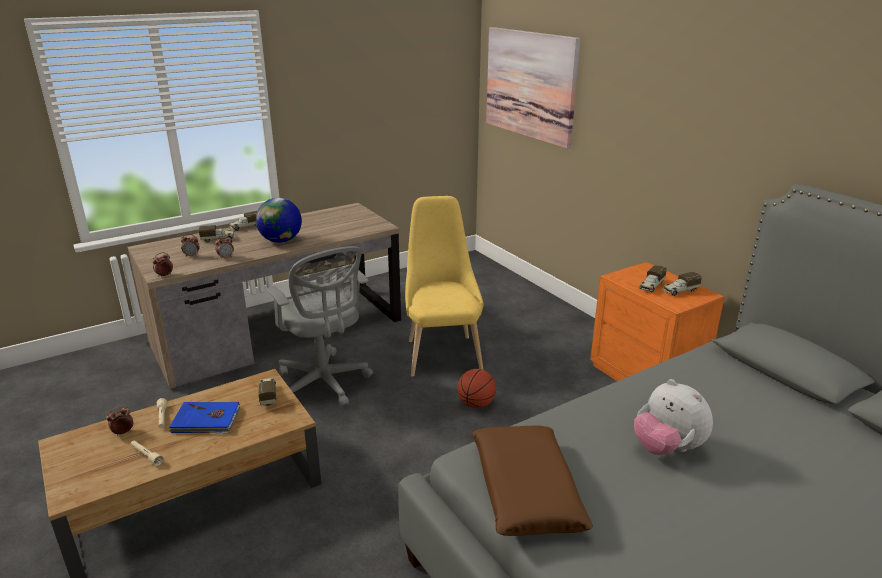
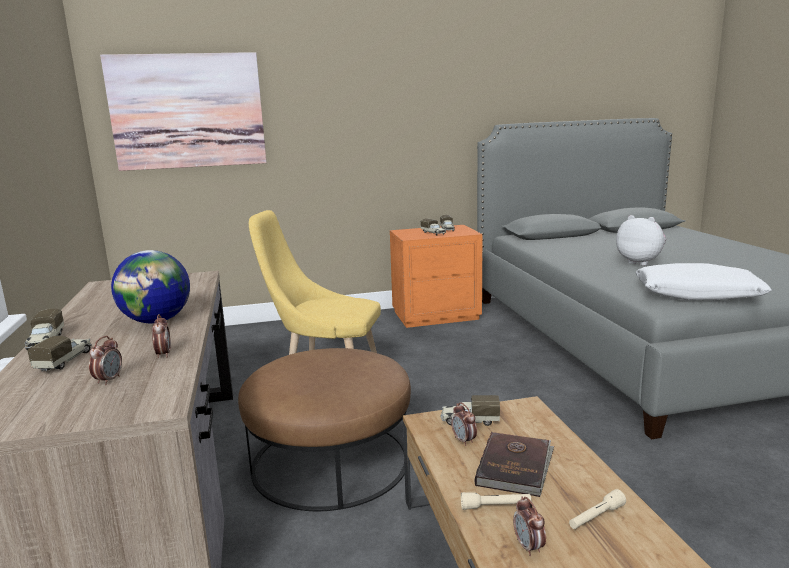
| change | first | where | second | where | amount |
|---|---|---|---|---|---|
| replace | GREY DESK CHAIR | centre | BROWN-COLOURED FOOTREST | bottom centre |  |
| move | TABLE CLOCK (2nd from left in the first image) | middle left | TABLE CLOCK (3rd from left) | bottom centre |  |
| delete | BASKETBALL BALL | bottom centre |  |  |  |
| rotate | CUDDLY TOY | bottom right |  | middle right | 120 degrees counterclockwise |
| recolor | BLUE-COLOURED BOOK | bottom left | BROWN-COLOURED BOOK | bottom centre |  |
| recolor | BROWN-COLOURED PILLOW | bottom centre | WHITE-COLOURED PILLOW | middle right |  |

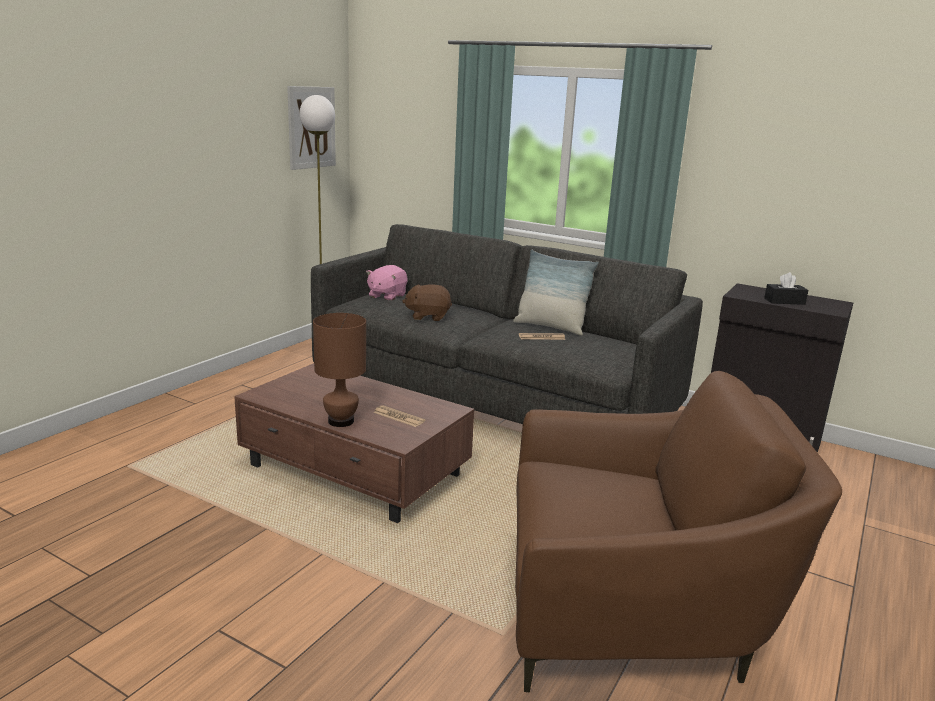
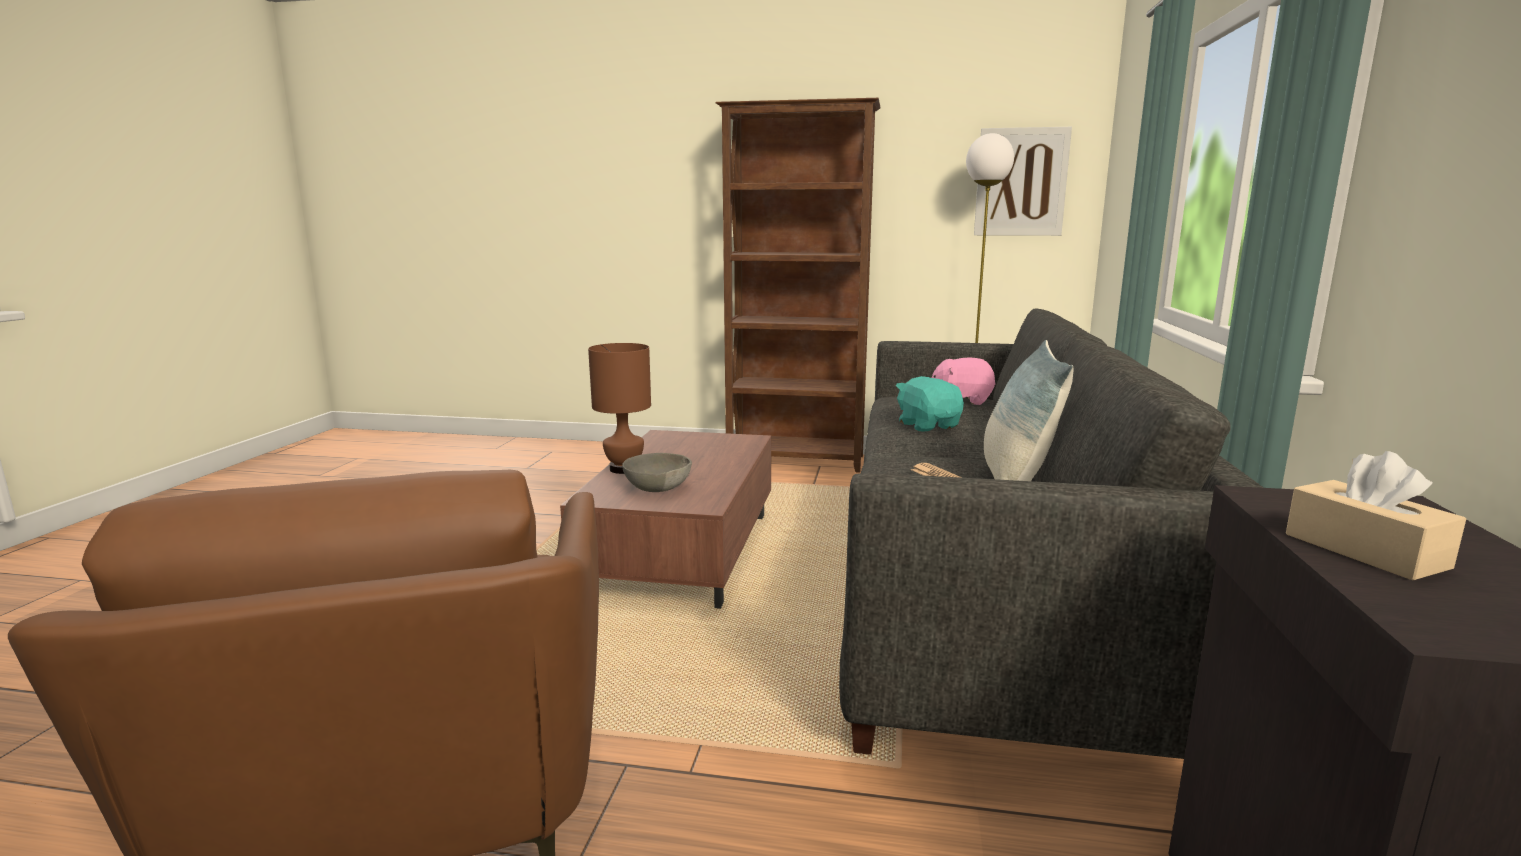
| change | first | where | second | where | amount |
|---|---|---|---|---|---|
| recolor | BLACK-COLOURED TISSUE BOX | middle right | SAND-COLOURED TISSUE BOX | middle right |  |
| recolor | BROWN-COLOURED CUDDLY TOY | centre | TURQUOISE CUDDLY TOY | centre |  |
| replace | DAILY PAPER (1st from left) | centre | GREY DEEP DISH | centre |  |
| insert |  |  | BROWN-COLOURED BOOKCASE | top centre |  |

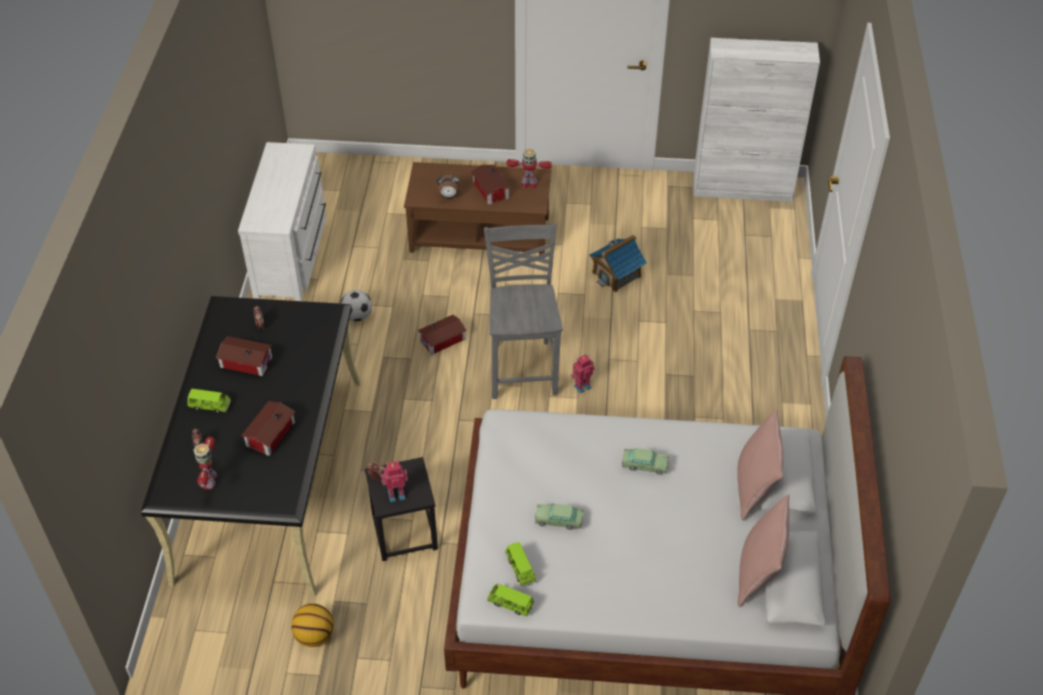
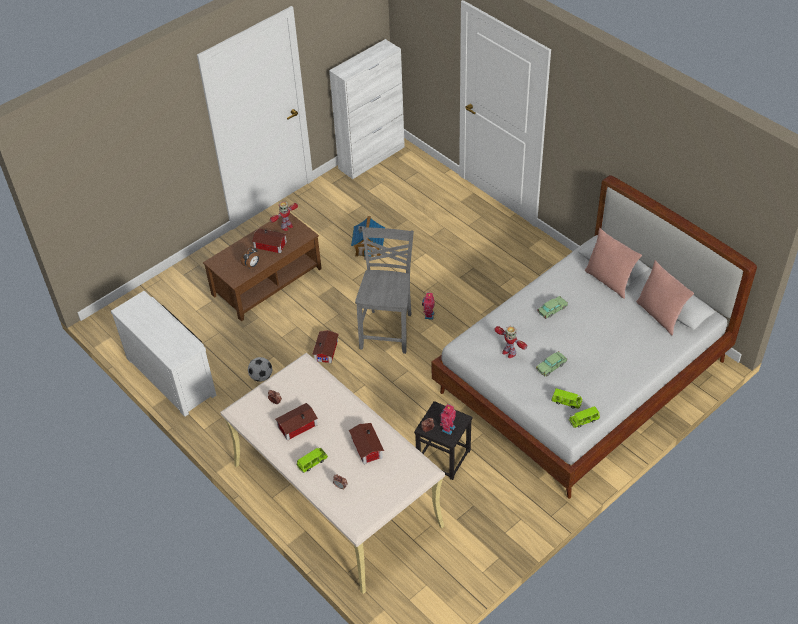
| change | first | where | second | where | amount |
|---|---|---|---|---|---|
| rotate | GREY PLAIN CHAIR | centre |  | centre | 60 degrees clockwise |
| recolor | BLACK-COLOURED DESK | middle left | SAND-COLOURED DESK | bottom centre |  |
| move | ROBOT FIGURE (1st from left in the first image) | middle left | ROBOT FIGURE (4th from left) | centre |  |
| delete | BASKETBALL BALL | bottom left |  |  |  |

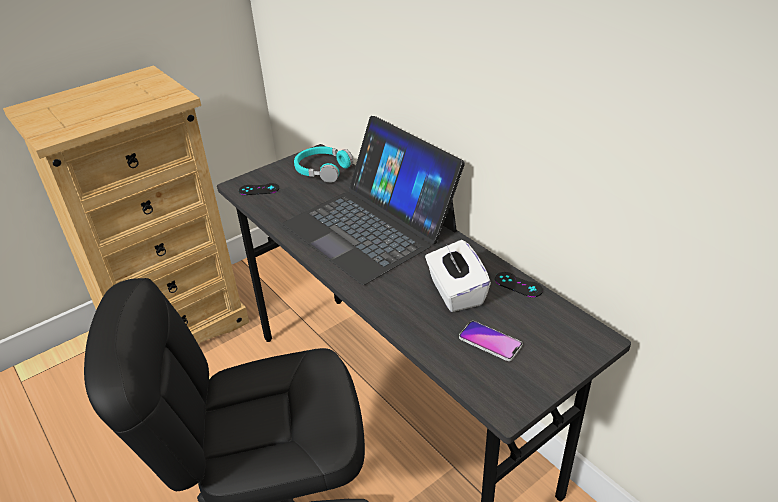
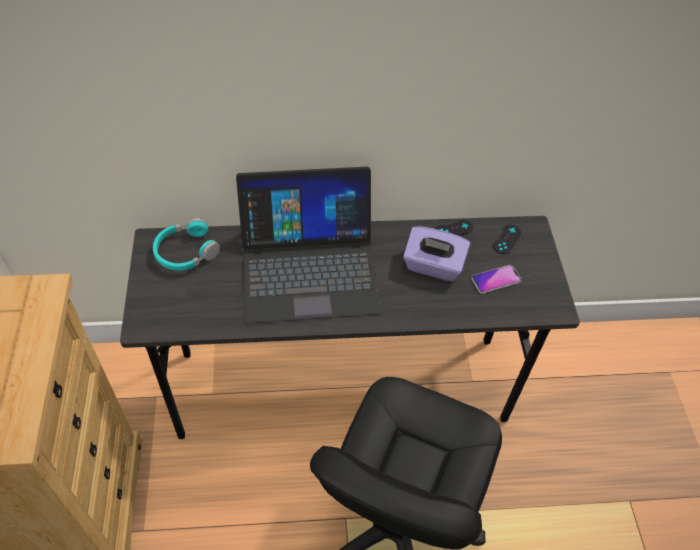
| change | first | where | second | where | amount |
|---|---|---|---|---|---|
| move | BLACK-COLOURED JOYPAD (1st from left in the first image) | middle left | BLACK-COLOURED JOYPAD (2nd from left) | middle right |  |
| recolor | WHITE-COLOURED TISSUE BOX | centre | PURPLISH TISSUE BOX | centre |  |

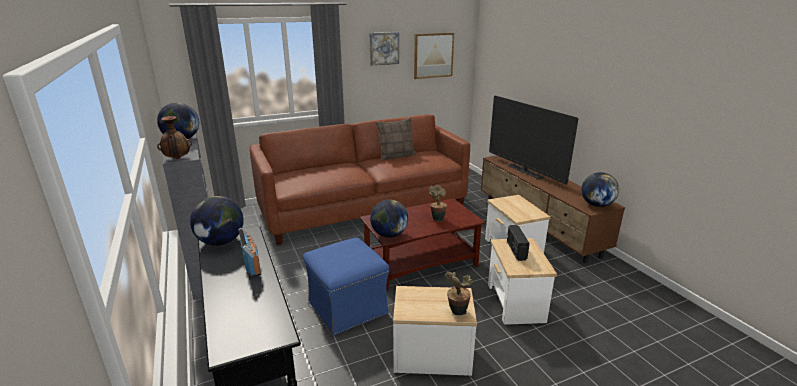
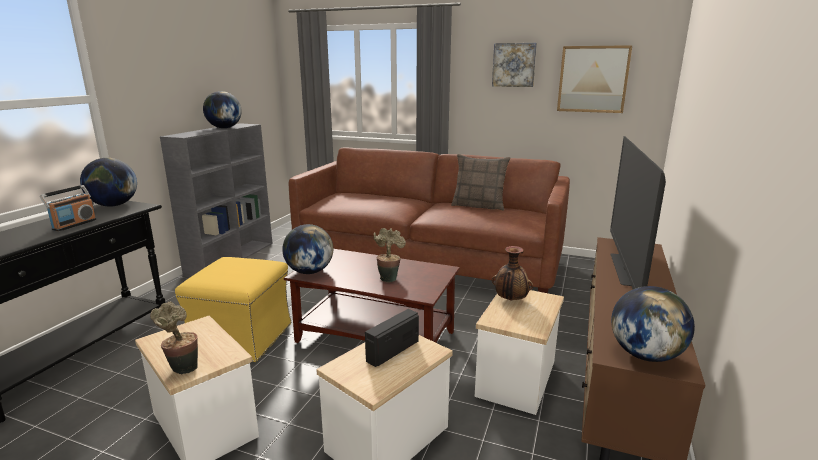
| change | first | where | second | where | amount |
|---|---|---|---|---|---|
| move | VASE | middle left |  | centre |  |
| recolor | BLUE-COLOURED FOOTREST | bottom centre | YELLOW-COLOURED FOOTREST | bottom left |  |

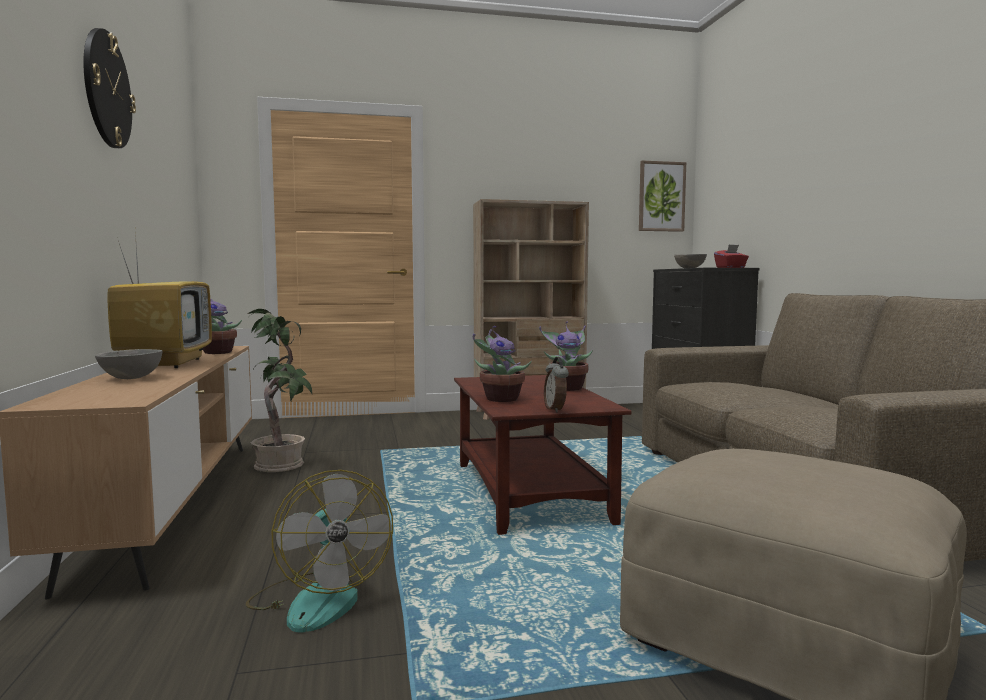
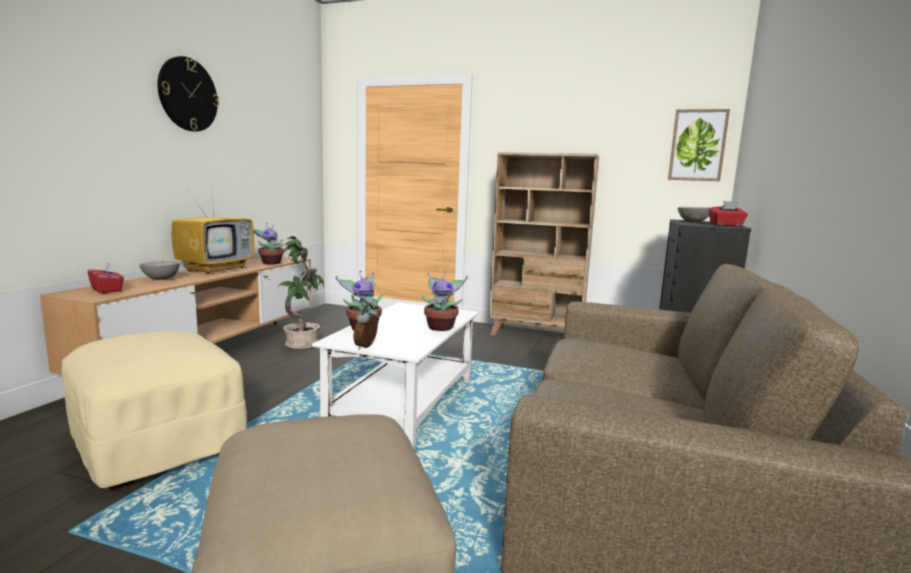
| change | first | where | second | where | amount |
|---|---|---|---|---|---|
| recolor | BROWN-COLOURED LOW TABLE | centre | WHITE-COLOURED LOW TABLE | centre |  |
| replace | FAN | bottom left | SAND-COLOURED FOOTREST (1st from left) | bottom left |  |
| insert |  |  | REDDISH TISSUE BOX (1st from left) | middle left |  |

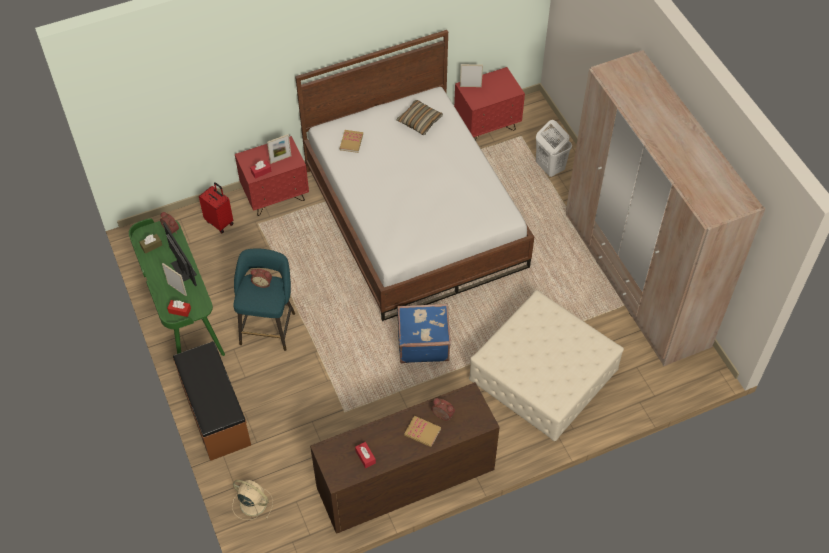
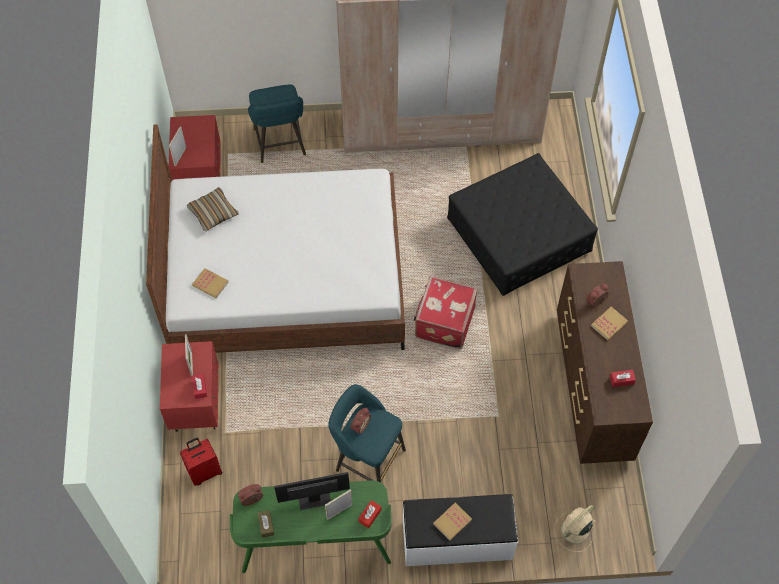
| change | first | where | second | where | amount |
|---|---|---|---|---|---|
| replace | WHITE-COLOURED HAMPER | top right | TURQUOISE STOOL (1st from left) | top centre |  |
| recolor | SAND-COLOURED FOOTREST | centre | BLACK-COLOURED FOOTREST | middle right |  |
| recolor | BLUE-COLOURED TRAVEL CASE | centre | REDDISH TRAVEL CASE (2nd from left) | centre |  |
| recolor | BROWN-COLOURED LONG SEAT | bottom left | WHITE-COLOURED LONG SEAT | bottom centre |  |
| insert |  |  | BOOK (2nd from left) | bottom centre |  |

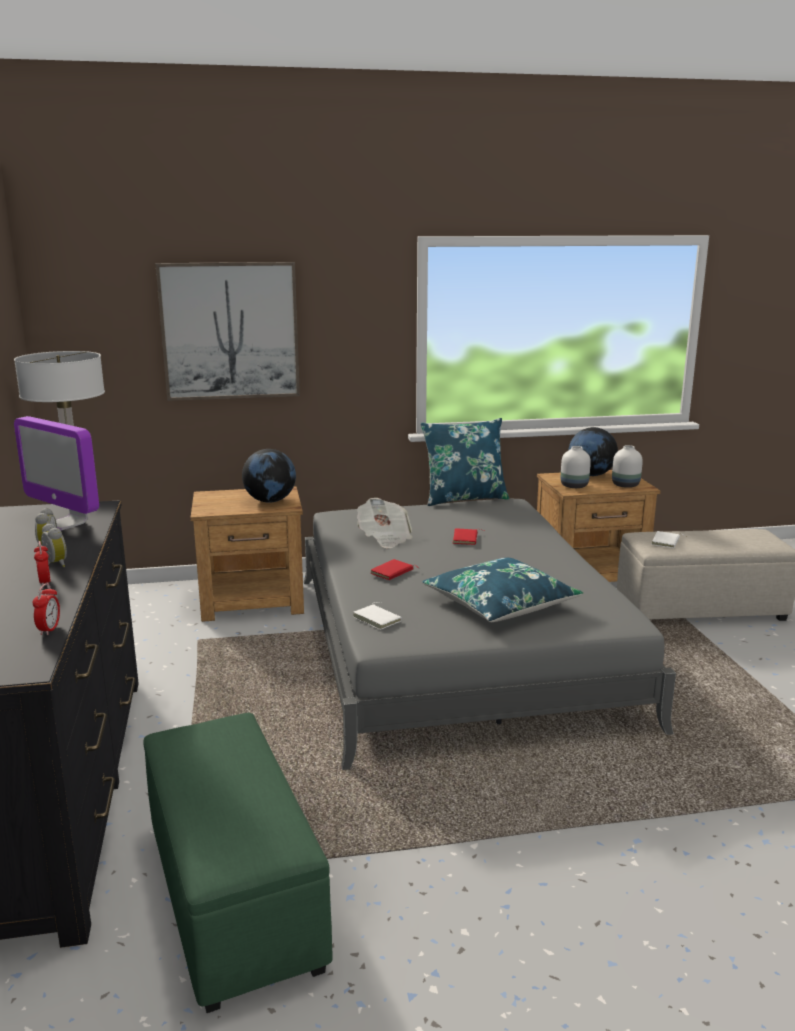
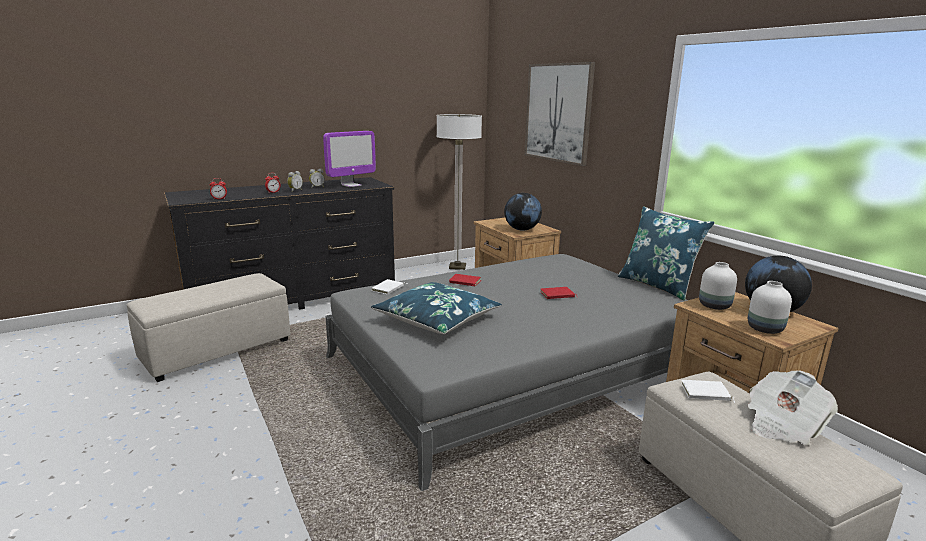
| change | first | where | second | where | amount |
|---|---|---|---|---|---|
| rotate | COMPUTER DISPLAY | middle left |  | top centre | 150 degrees counterclockwise |
| move | DAILY PAPER | centre |  | bottom right |  |
| recolor | GREENISH FOOTREST | bottom left | SAND-COLOURED FOOTREST (1st from left) | middle left |  |

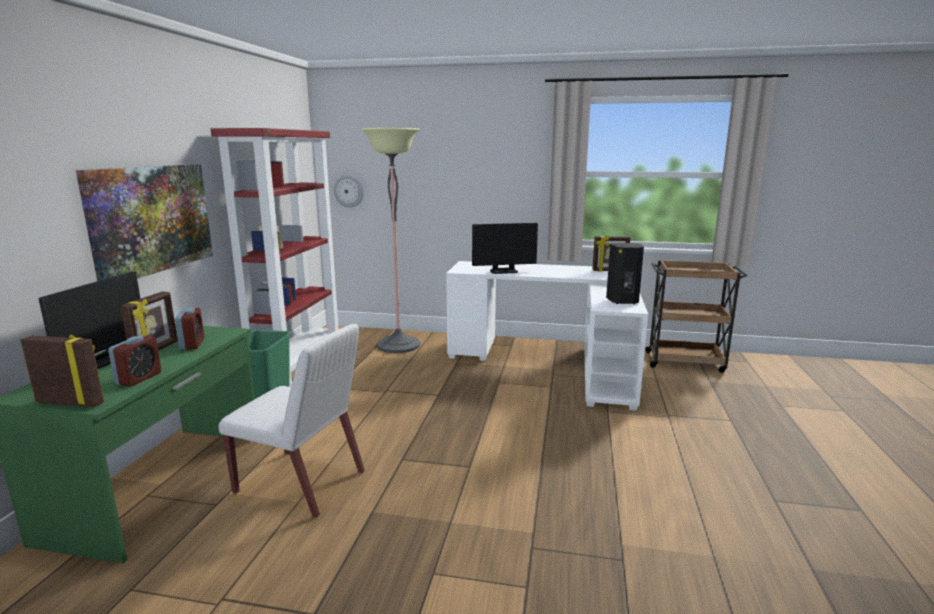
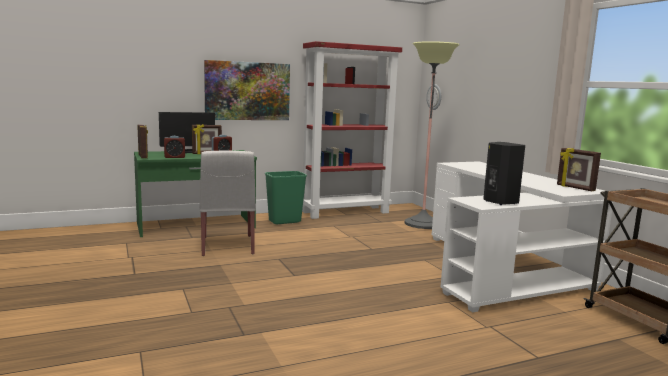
| change | first | where | second | where | amount |
|---|---|---|---|---|---|
| delete | COMPUTER DISPLAY (2nd from left) | centre |  |  |  |

